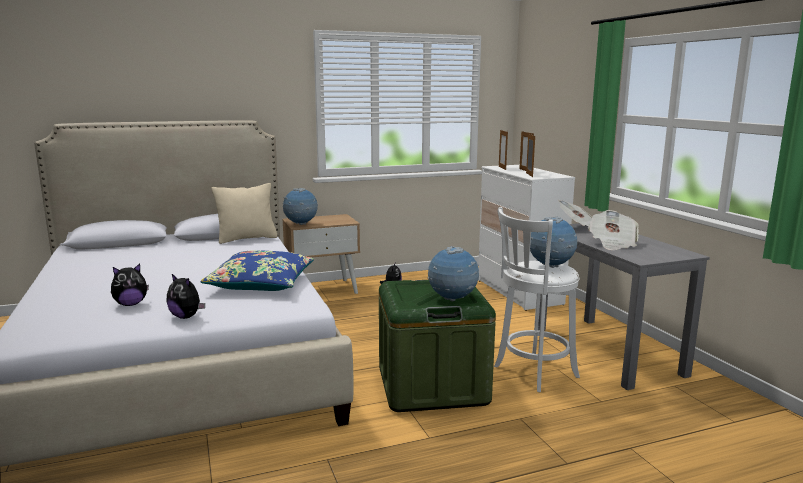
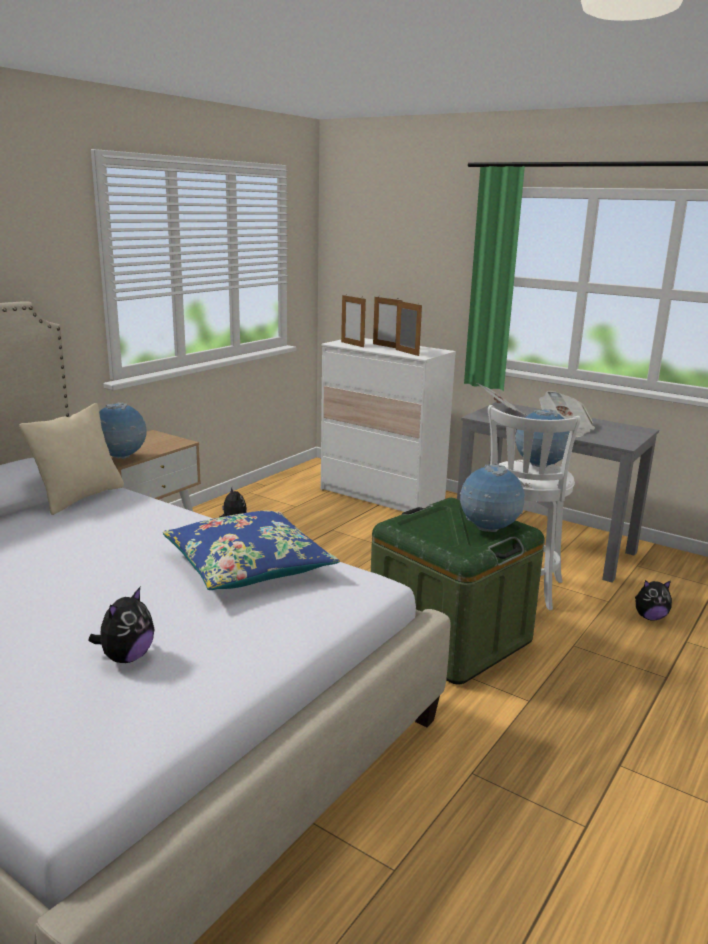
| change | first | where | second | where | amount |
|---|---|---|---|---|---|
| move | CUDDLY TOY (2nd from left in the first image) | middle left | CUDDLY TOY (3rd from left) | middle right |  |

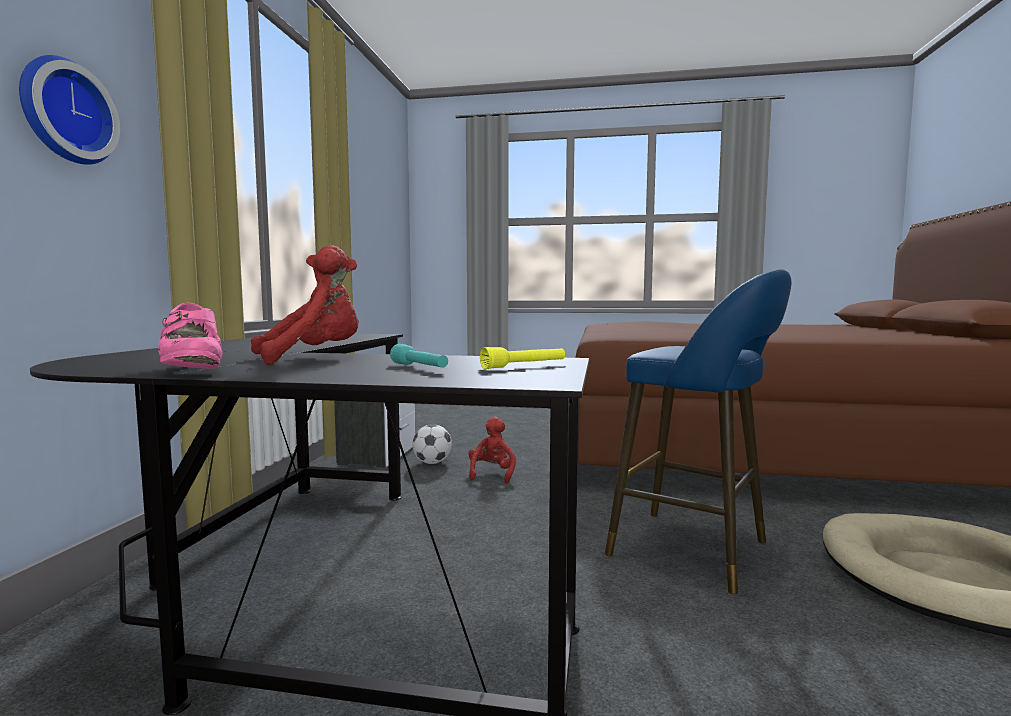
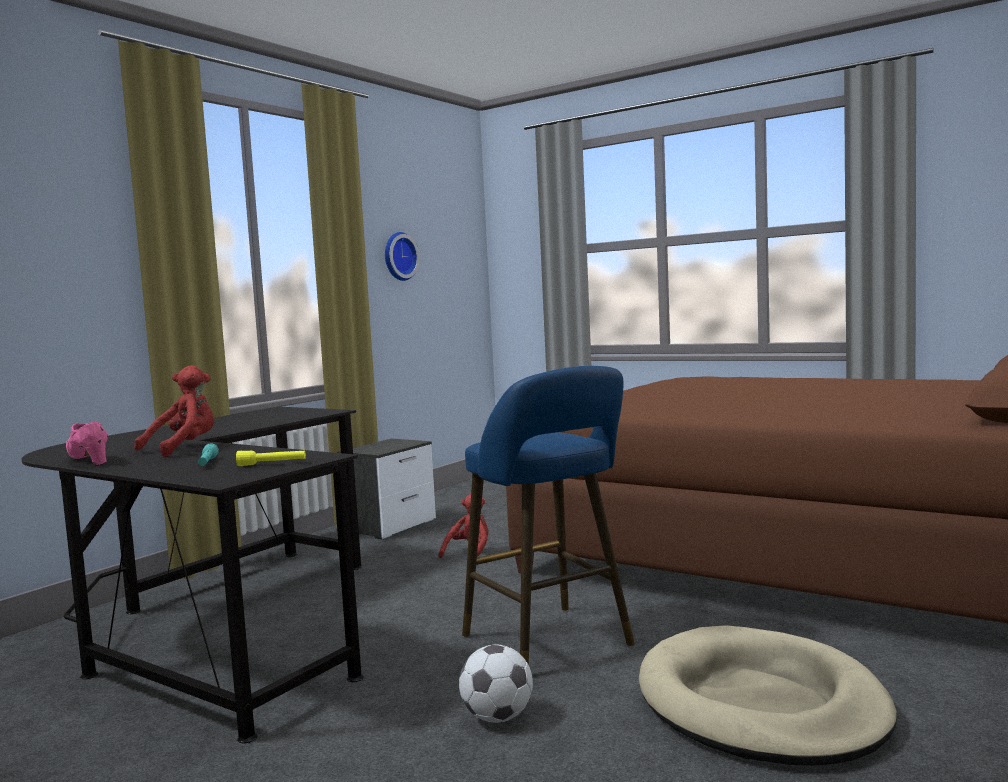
| change | first | where | second | where | amount |
|---|---|---|---|---|---|
| move | CLOCK ON THE WALL | top left |  | top centre |  |
| rotate | REDDISH CUDDLY TOY (1st from left) | middle left |  | middle left | 45 degrees counterclockwise |
| rotate | PINK LOW SHOE | middle left |  | middle left | 150 degrees clockwise |
| move | FOOTBALL | centre |  | bottom centre |  |

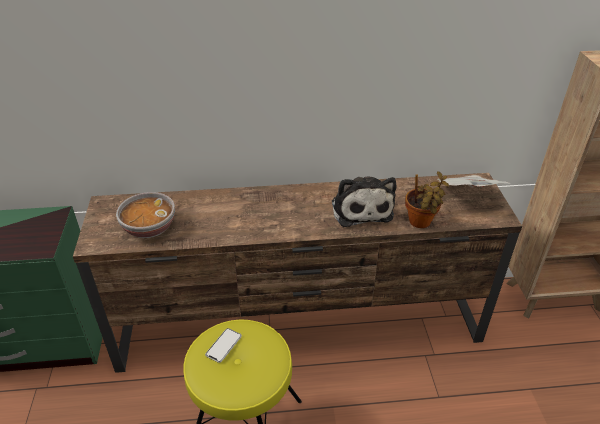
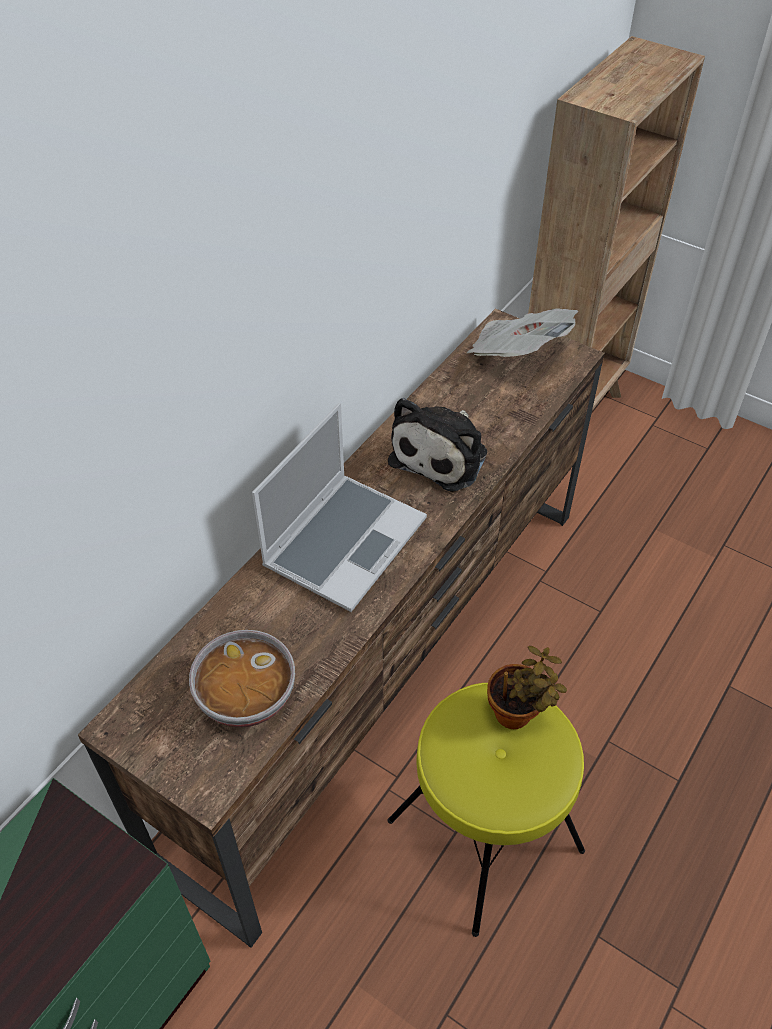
| change | first | where | second | where | amount |
|---|---|---|---|---|---|
| move | HOUSEPLANT | middle right |  | bottom right |  |
| rotate | CUDDLY TOY | centre |  | centre | 90 degrees clockwise |
| delete | HANDSET | bottom centre |  |  |  |
| insert |  |  | LAPTOP | centre |  |

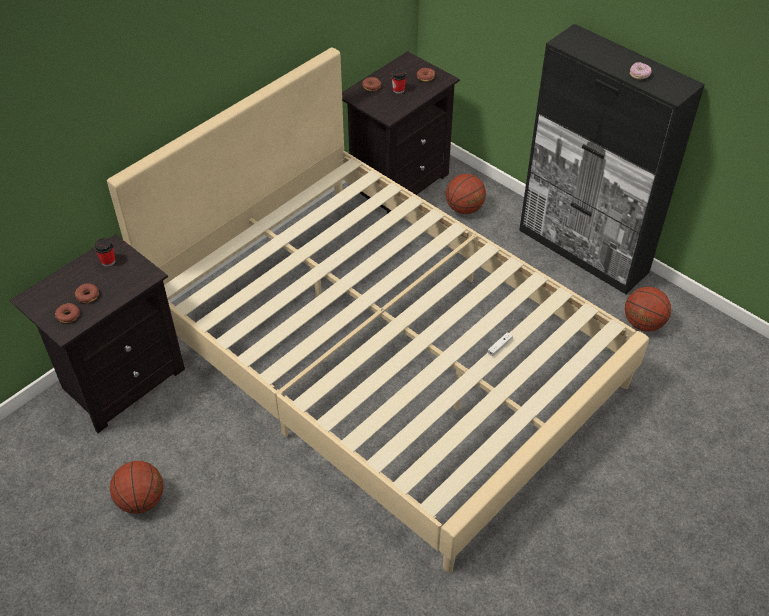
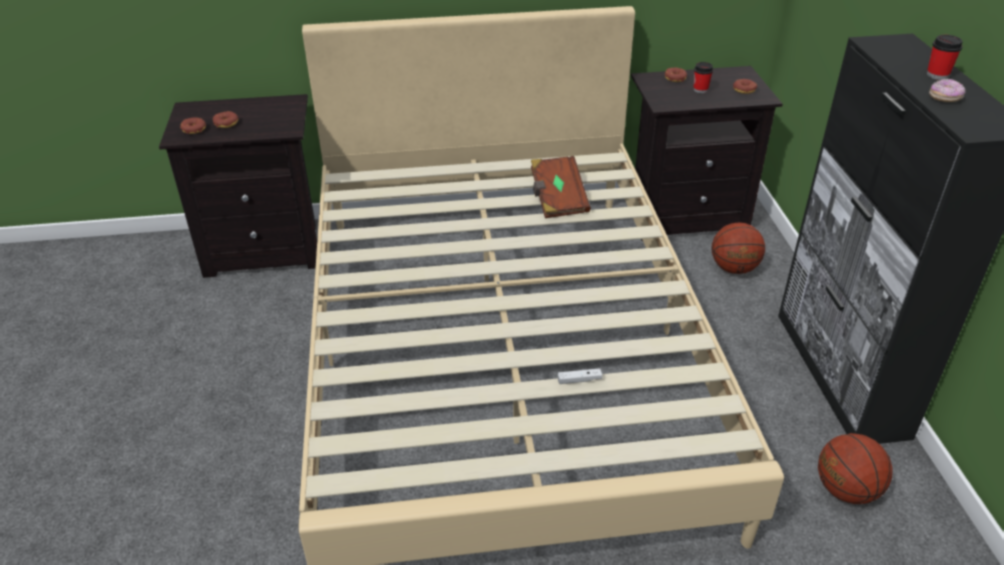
| change | first | where | second | where | amount |
|---|---|---|---|---|---|
| move | DRINKING CUP (1st from left in the first image) | middle left | DRINKING CUP (2nd from left) | top right |  |
| delete | BASKETBALL BALL (1st from left) | bottom left |  |  |  |
| insert |  |  | BROWN-COLOURED BOOK | top centre |  |

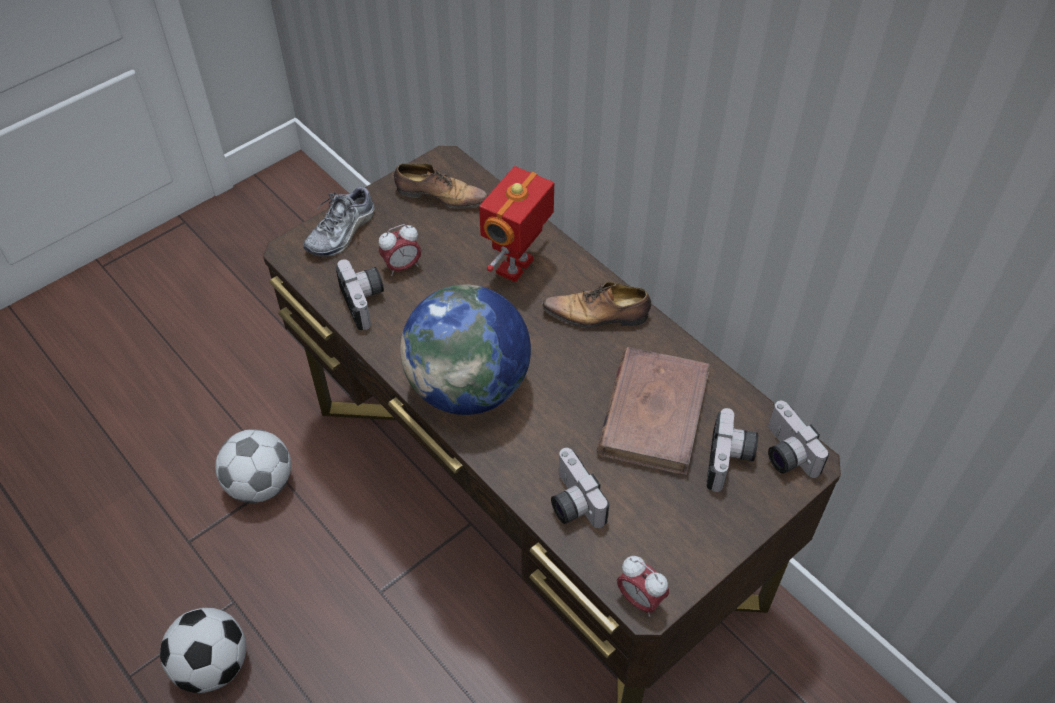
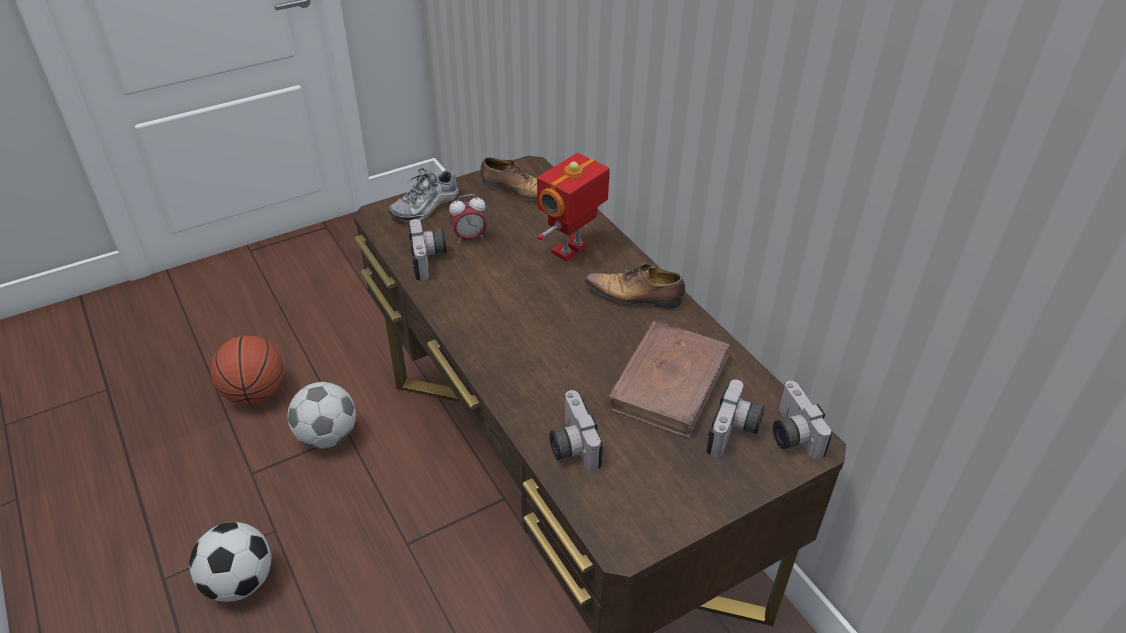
| change | first | where | second | where | amount |
|---|---|---|---|---|---|
| delete | GLOBE | centre |  |  |  |
| delete | TABLE CLOCK (2nd from left) | bottom centre |  |  |  |
| insert |  |  | BASKETBALL BALL | middle left |  |

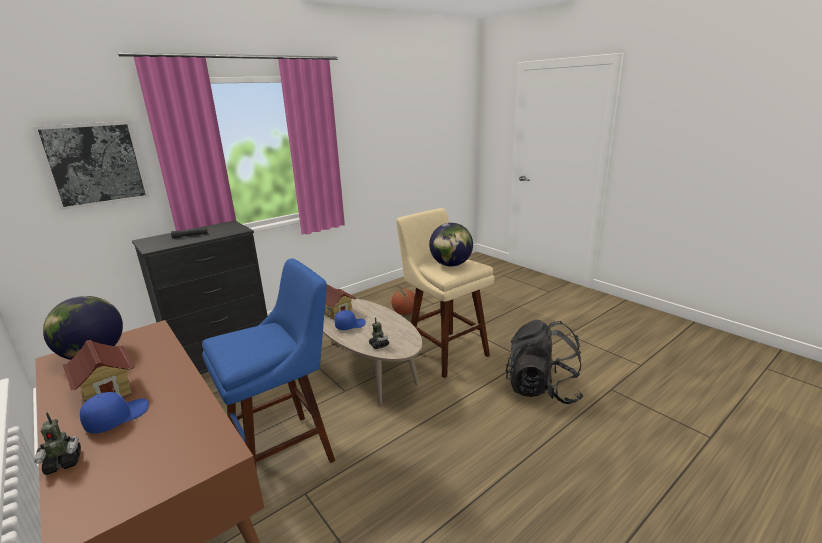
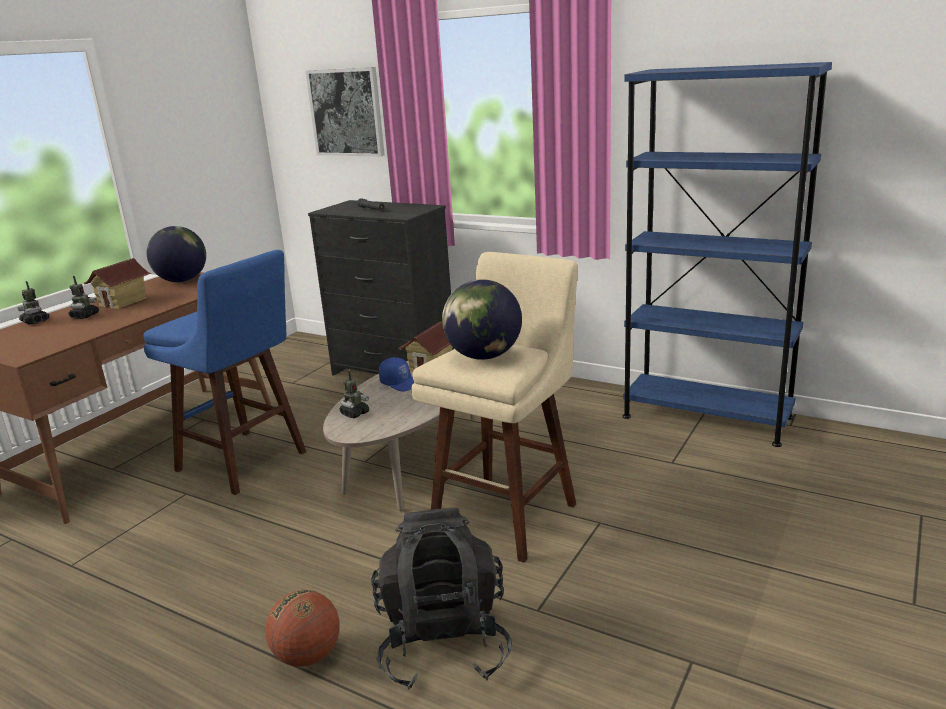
| change | first | where | second | where | amount |
|---|---|---|---|---|---|
| move | BASKETBALL BALL | centre |  | bottom left |  |
| replace | BLUE-COLOURED BASEBALL CAP (1st from left) | bottom left | ROBOT FIGURE (2nd from left) | middle left |  |
| insert |  |  | BLUE-COLOURED BOOKCASE | middle right |  |

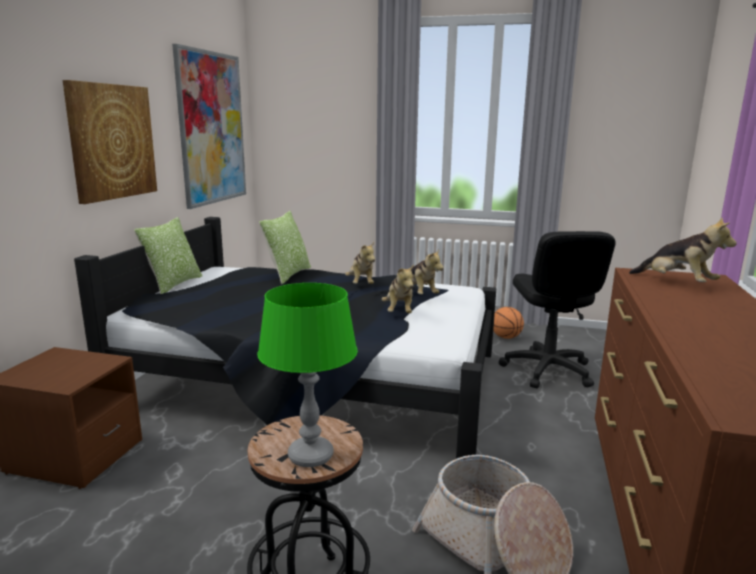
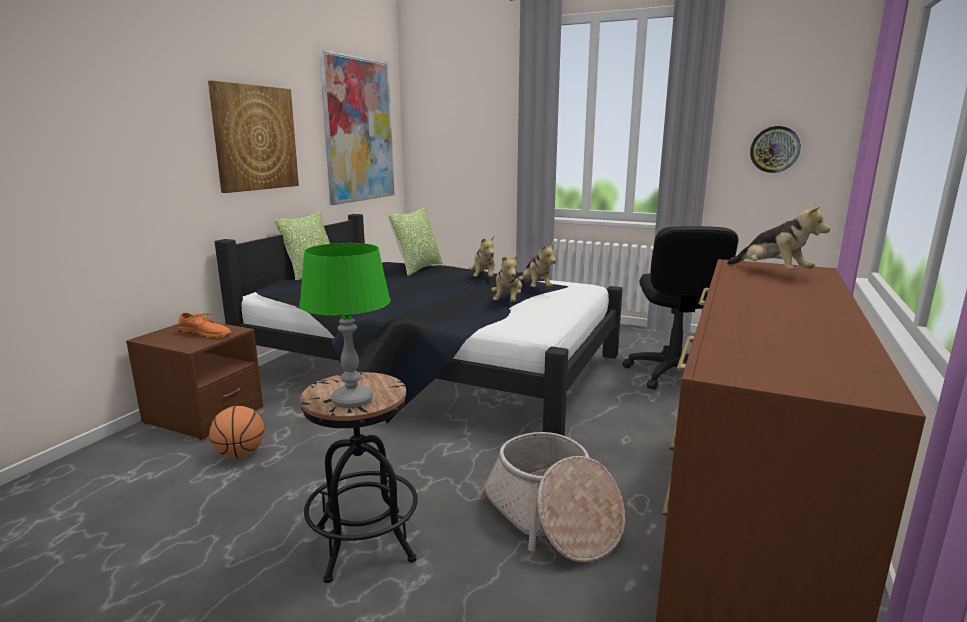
| change | first | where | second | where | amount |
|---|---|---|---|---|---|
| move | BASKETBALL BALL | middle right |  | bottom left |  |
| insert |  |  | CLOCK ON THE WALL | top right |  |
| insert |  |  | ORANGEY LOW SHOE | middle left |  |

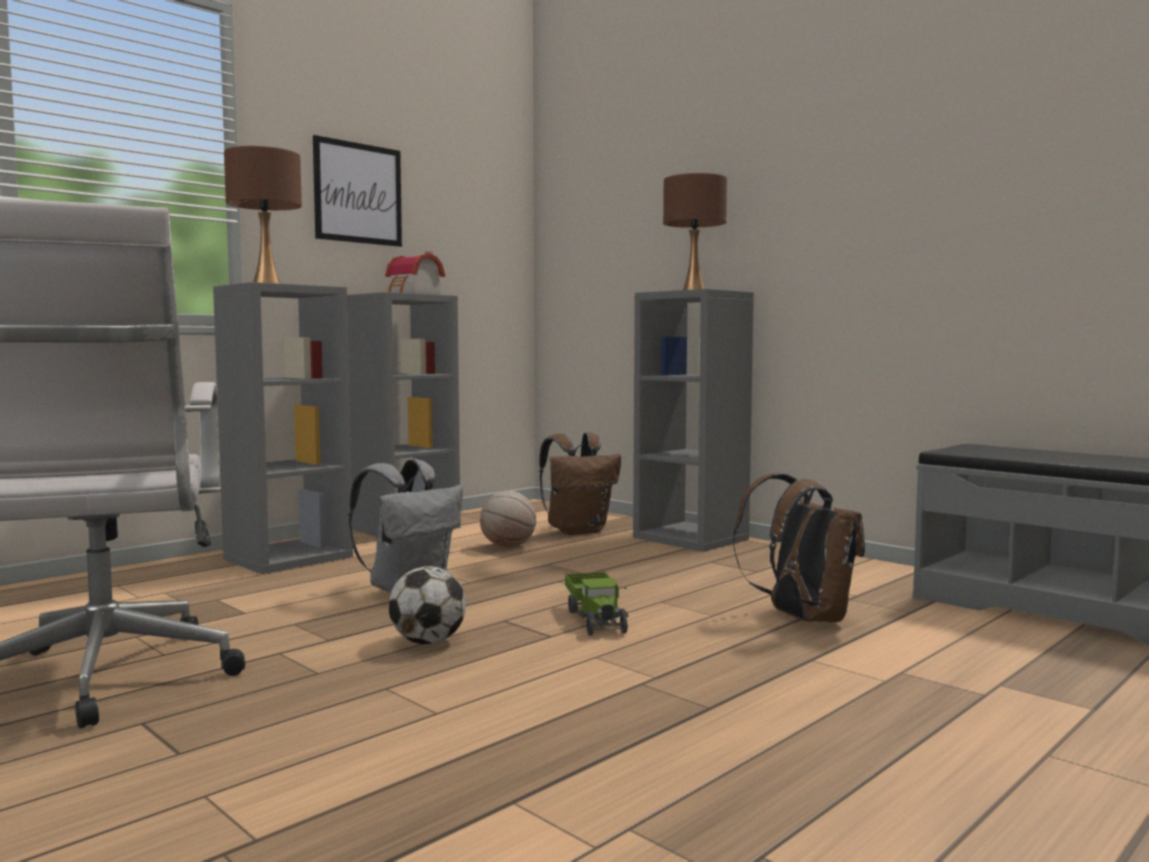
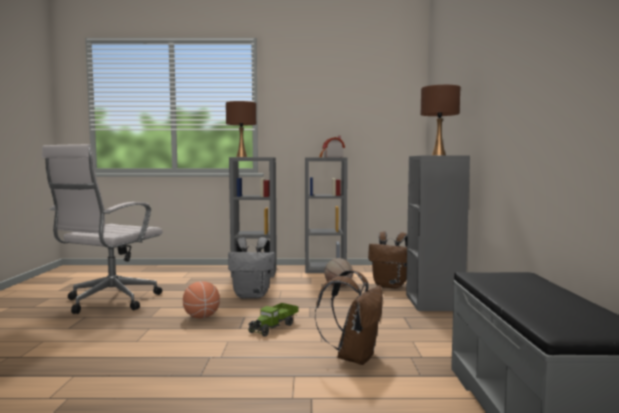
| change | first | where | second | where | amount |
|---|---|---|---|---|---|
| delete | WALL ART | top left |  |  |  |
| replace | FOOTBALL | bottom centre | BASKETBALL BALL (1st from left) | bottom left |  |

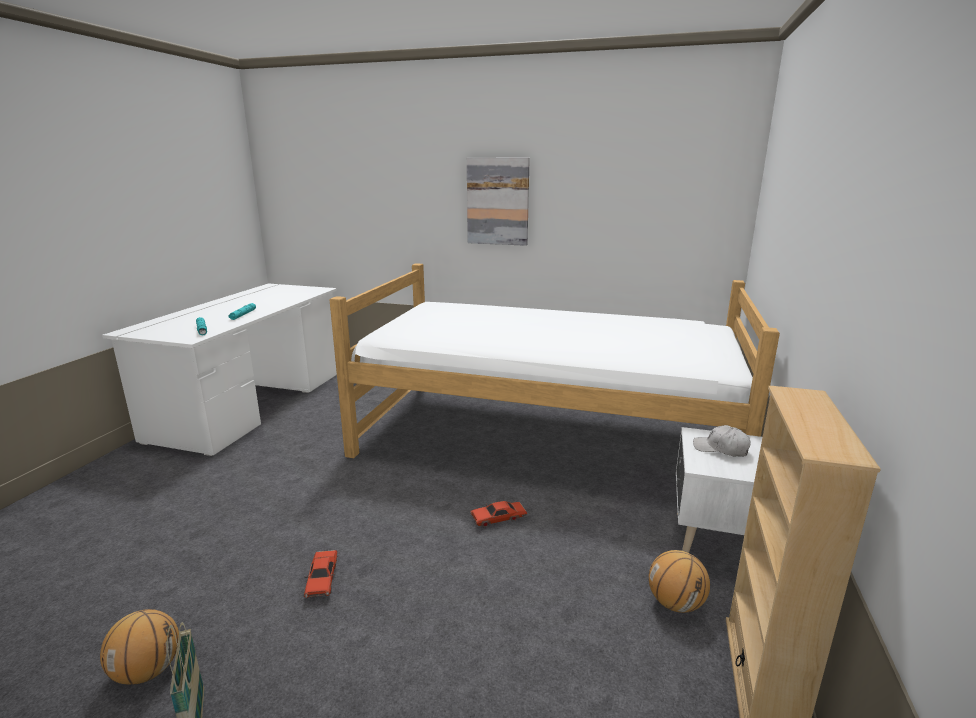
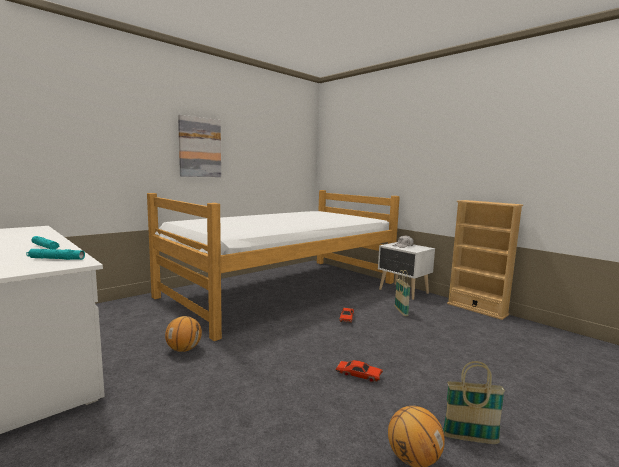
| change | first | where | second | where | amount |
|---|---|---|---|---|---|
| move | BASKETBALL BALL (2nd from left in the first image) | bottom right | BASKETBALL BALL (1st from left) | bottom left |  |
| insert |  |  | BASKET (1st from left) | centre |  |

